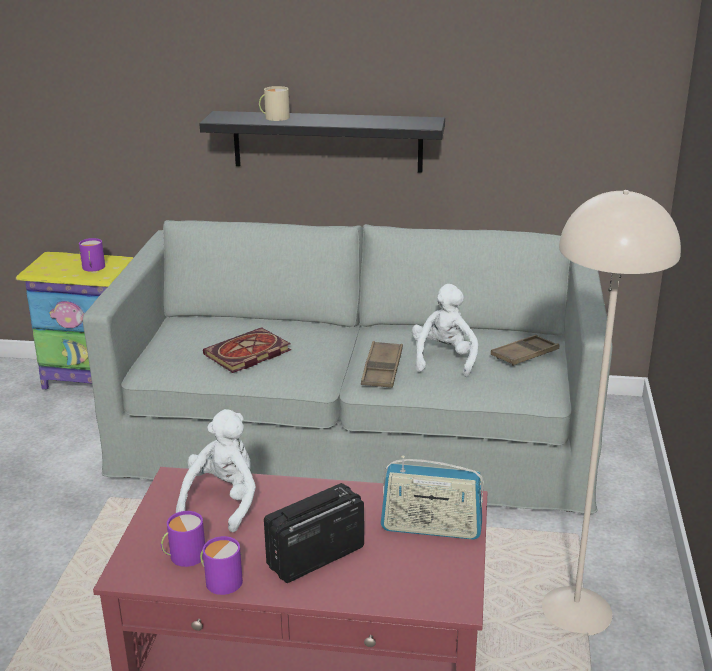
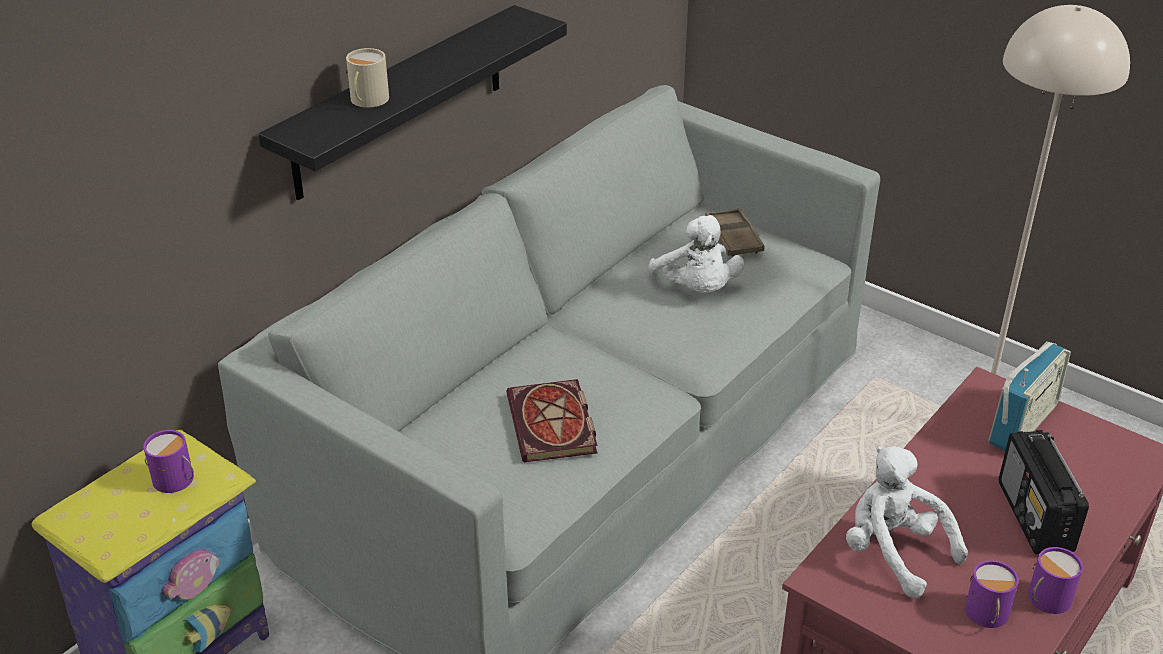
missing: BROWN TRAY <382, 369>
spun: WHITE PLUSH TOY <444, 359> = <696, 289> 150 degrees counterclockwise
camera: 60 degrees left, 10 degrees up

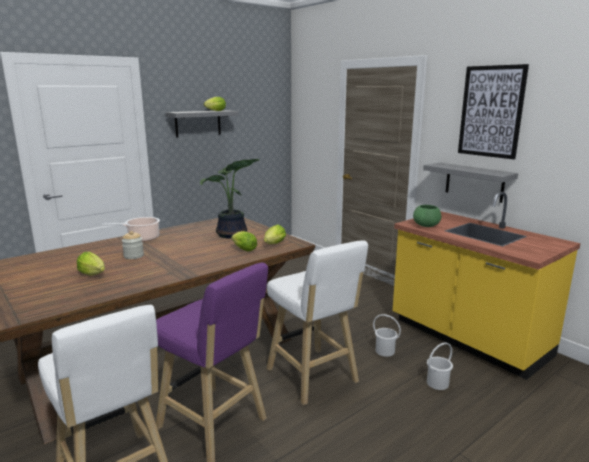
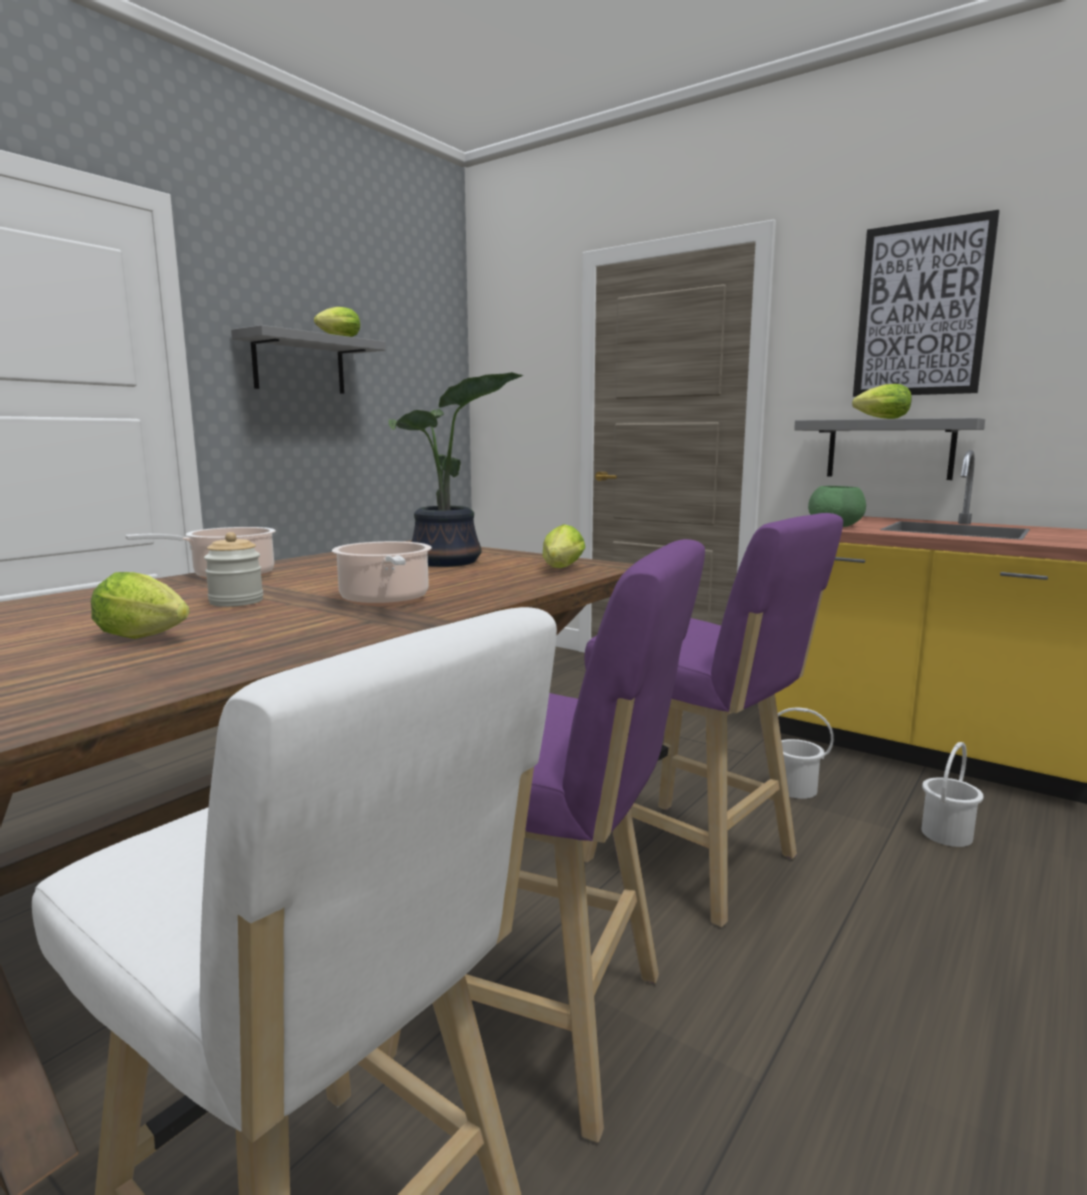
appeared: COOKING POT <385, 600>
relocated: LETTUCE <243, 249> to <879, 419>
colour: WHITE STOOL <314, 378> to PURPLE STOOL <697, 863>
camera: 15 degrees left, 5 degrees down

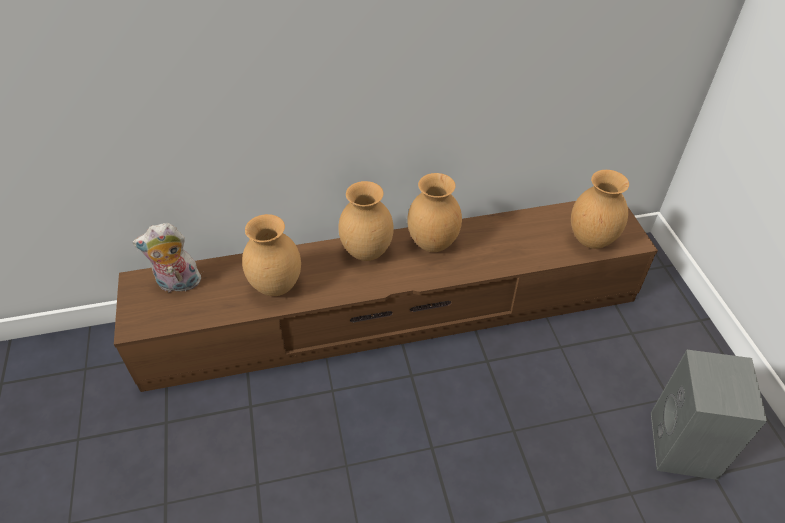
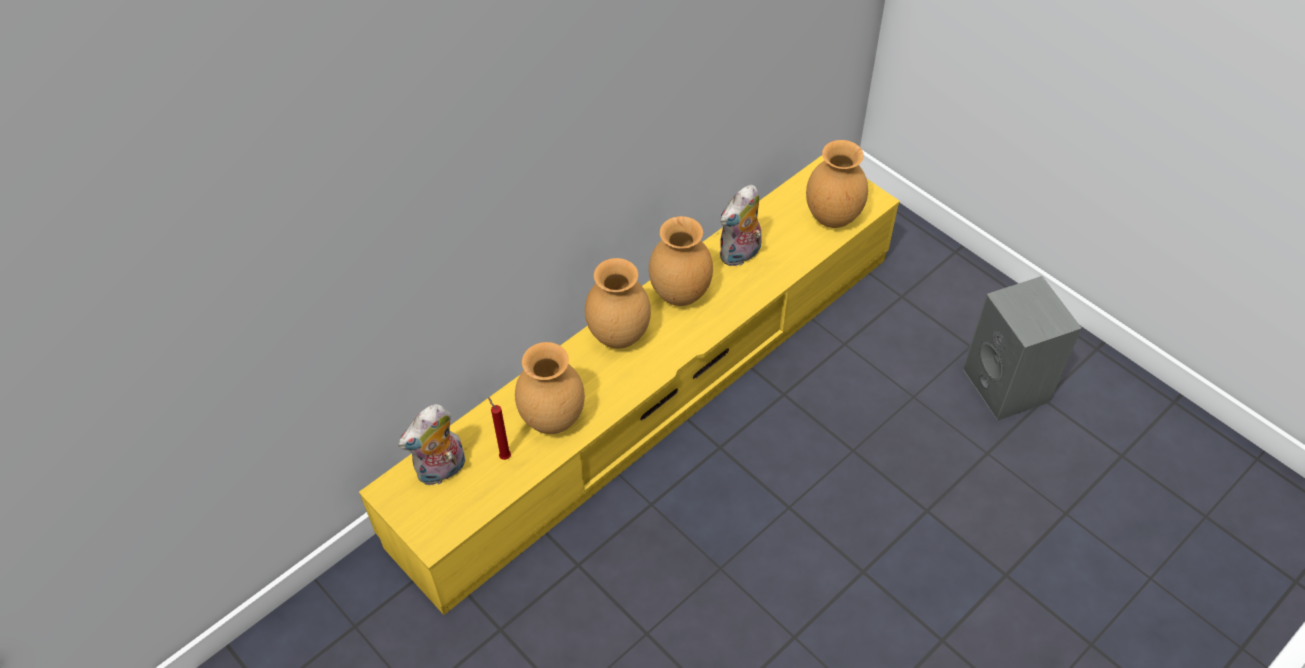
appeared: PLUSH TOY <740, 255>; RED CANDLE <504, 456>
colour: BROWN TV STAND <392, 312> to YELLOW TV STAND <652, 391>
camera: 30 degrees left, 5 degrees up

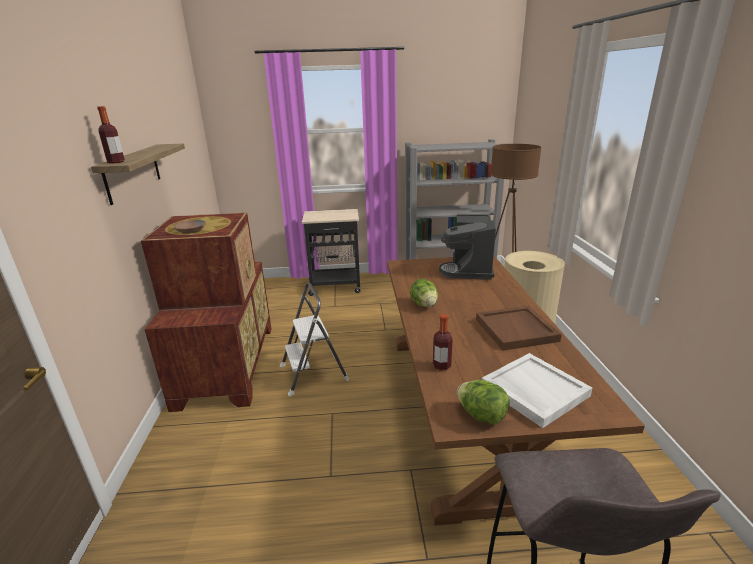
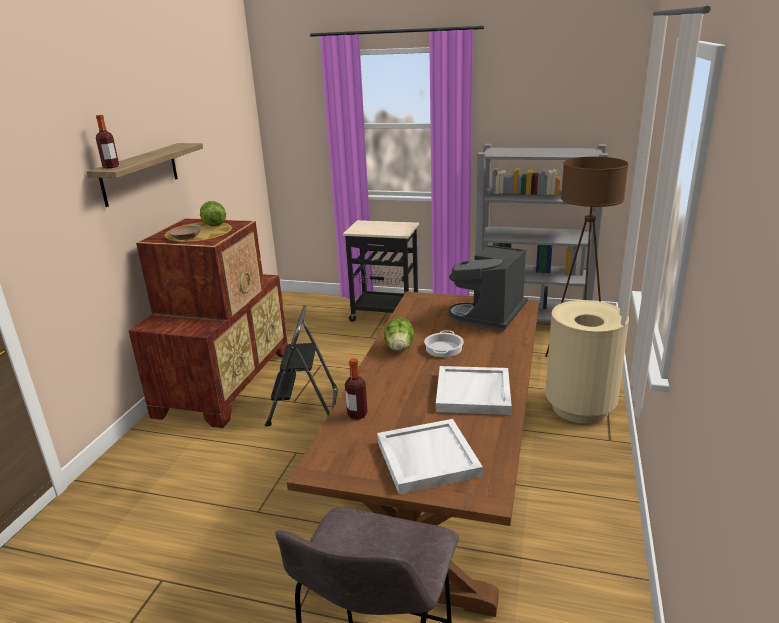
appeared: COOKING POT <444, 349>
relocated: LETTUCE <481, 415> to <214, 225>
colour: WHITE STEP LADDER <316, 372> to BLACK STEP LADDER <306, 407>; BROWN TRAY <517, 330> to WHITE TRAY <474, 393>
camera: 20 degrees right, 0 degrees up

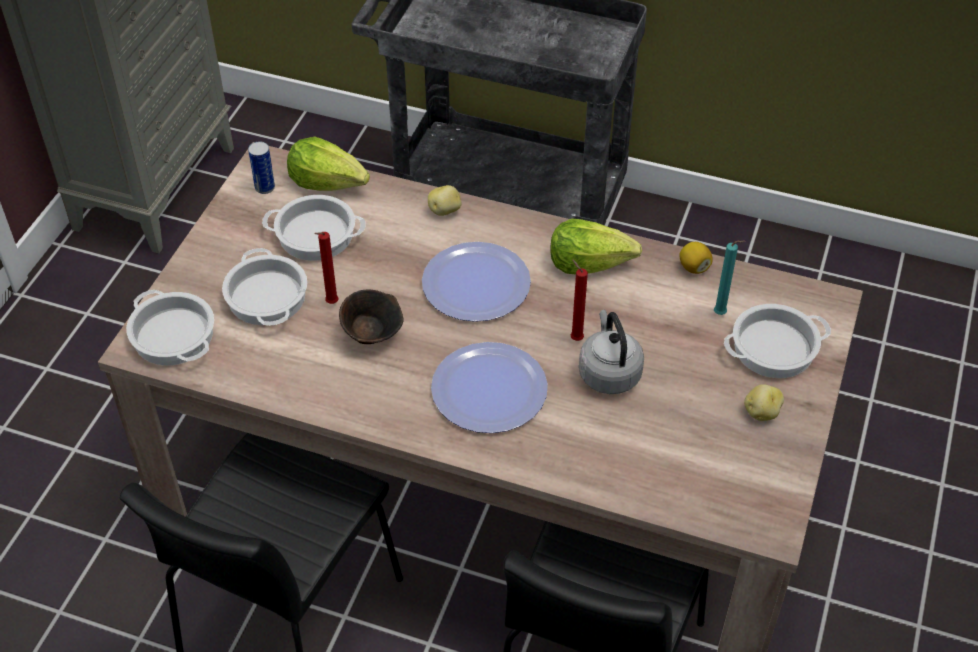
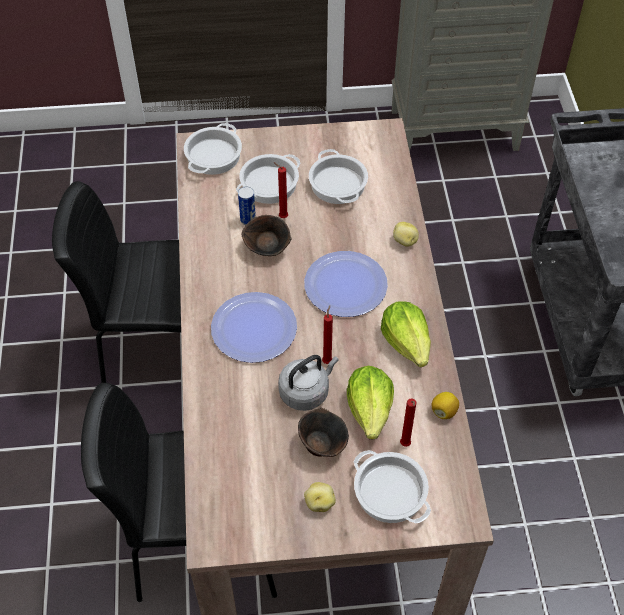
appeared: BROWN BOWL <322, 443>
relocated: LETTUCE <328, 182> to <370, 410>; CAN <265, 187> to <248, 220>
colour: TURQUOISE CANDLE <721, 314> to RED CANDLE <405, 445>
camera: 65 degrees right, 5 degrees up

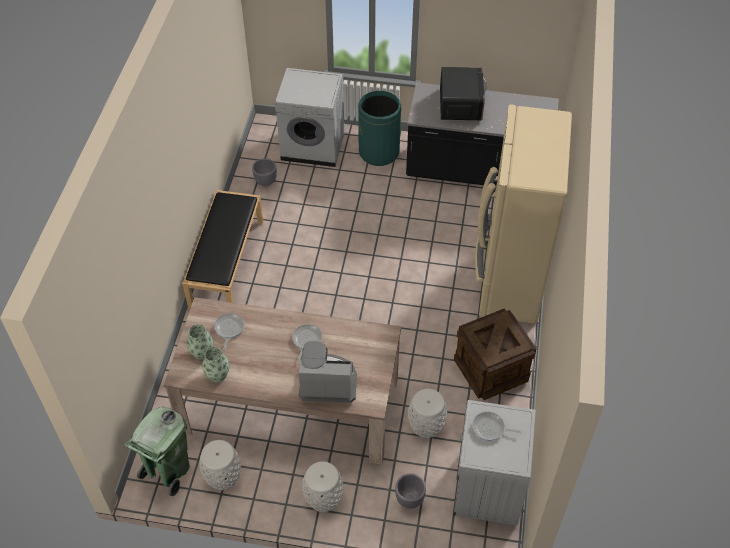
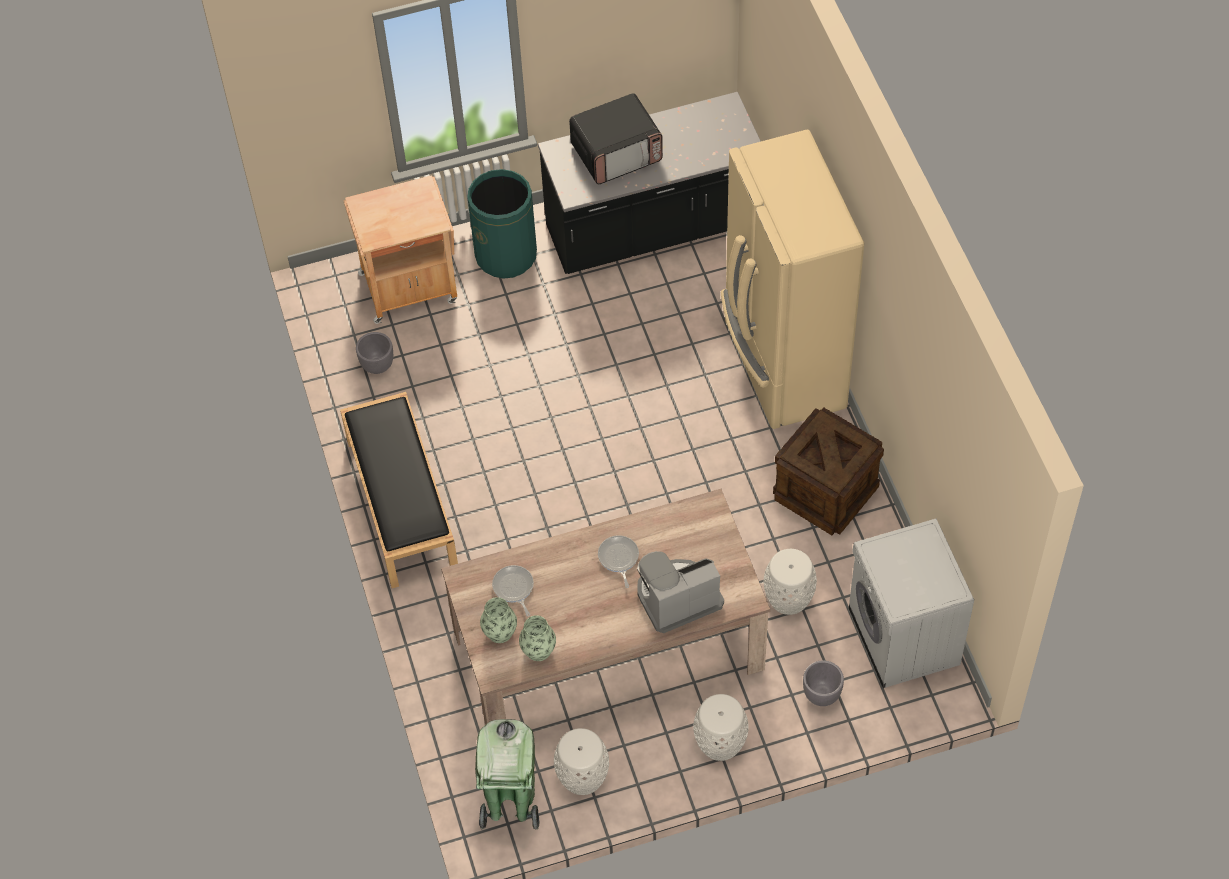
missing: FRYING PAN <490, 428>
exchanged: WHITE WASHING MACHINE <312, 148> to BROWN CART <410, 287>
spun: MICROWAVE <460, 105> = <617, 153> 90 degrees clockwise
camera: 25 degrees left, 5 degrees up

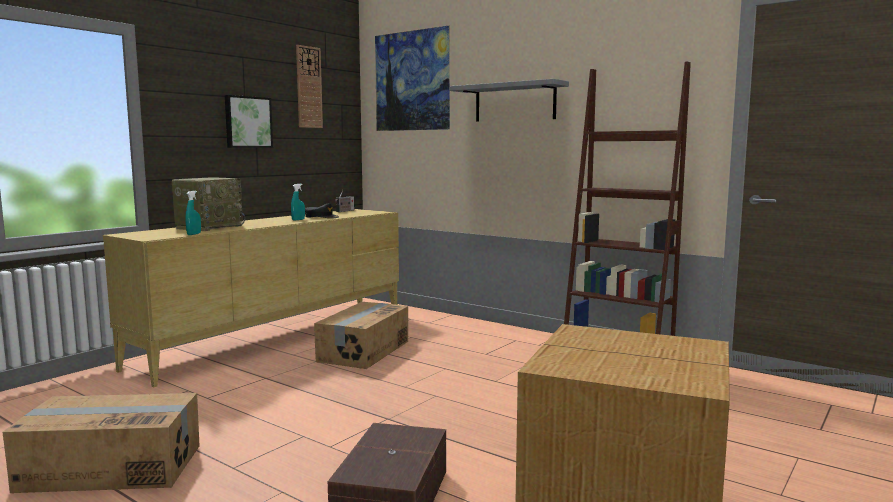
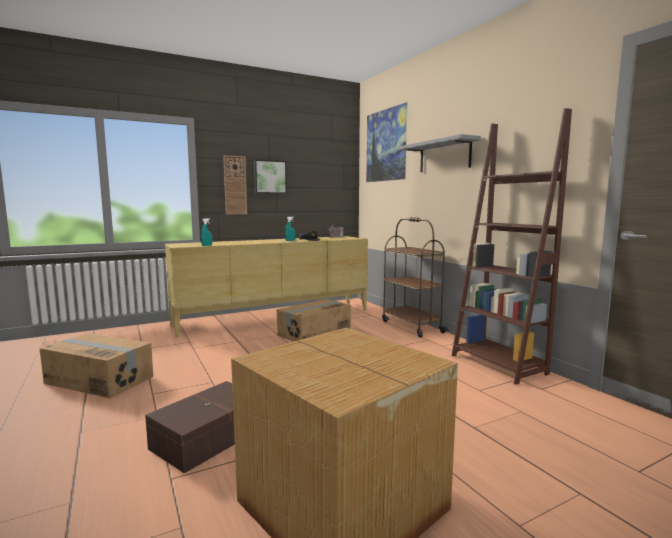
missing: RADIO <209, 227>
appeared: BROWN CART <411, 326>
relocated: WALL CLOCK <308, 87> to <235, 185>
camera: 25 degrees right, 0 degrees up

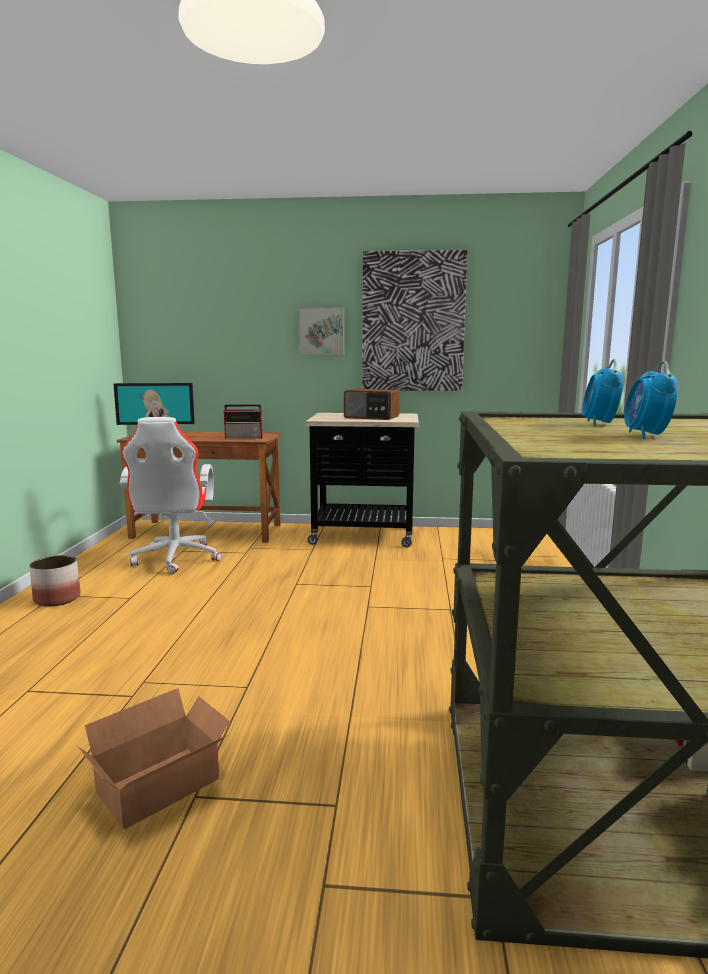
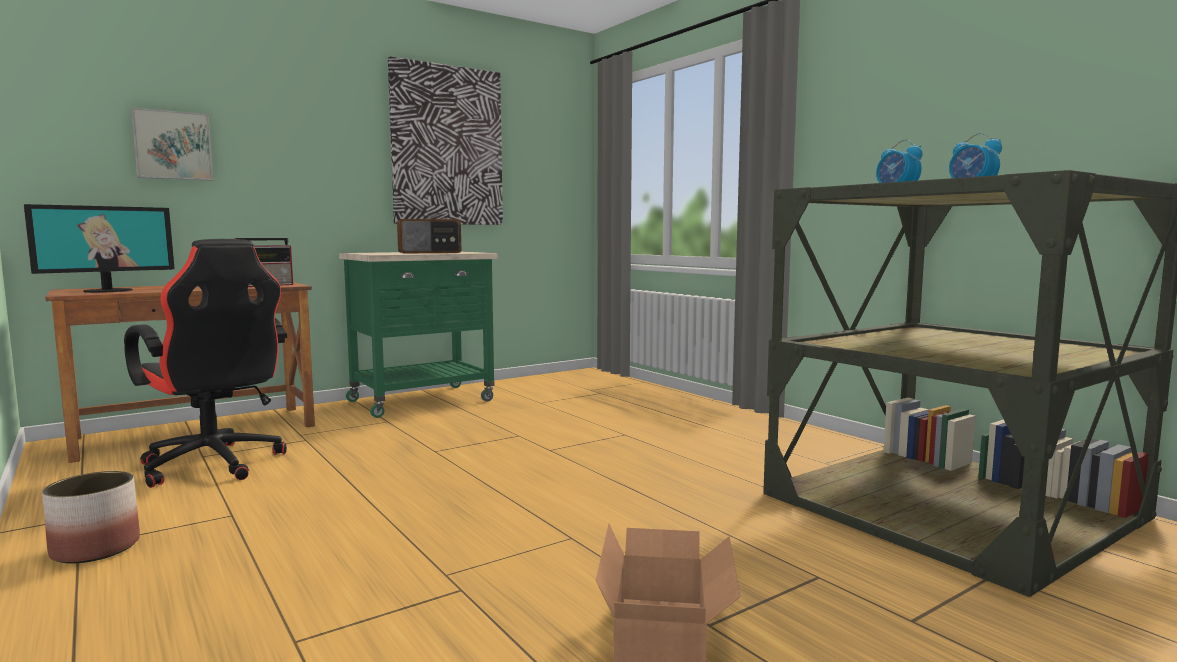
relocated: PICTURE <321, 331> to <172, 145>
colour: BLACK CART <363, 536> to GREEN CART <422, 400>; WHITE OFFICE CHAIR <174, 561> to BLACK OFFICE CHAIR <215, 468>
camera: 40 degrees left, 5 degrees down

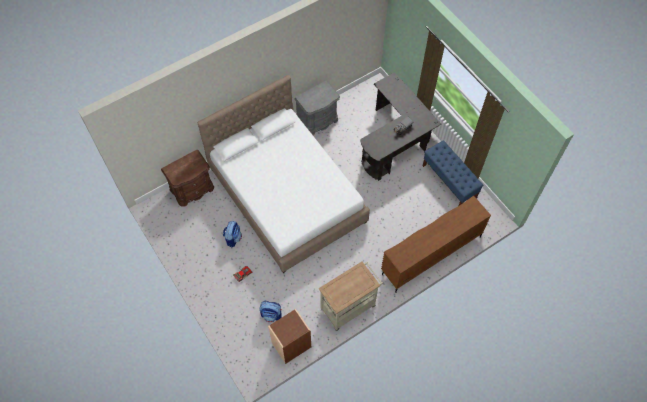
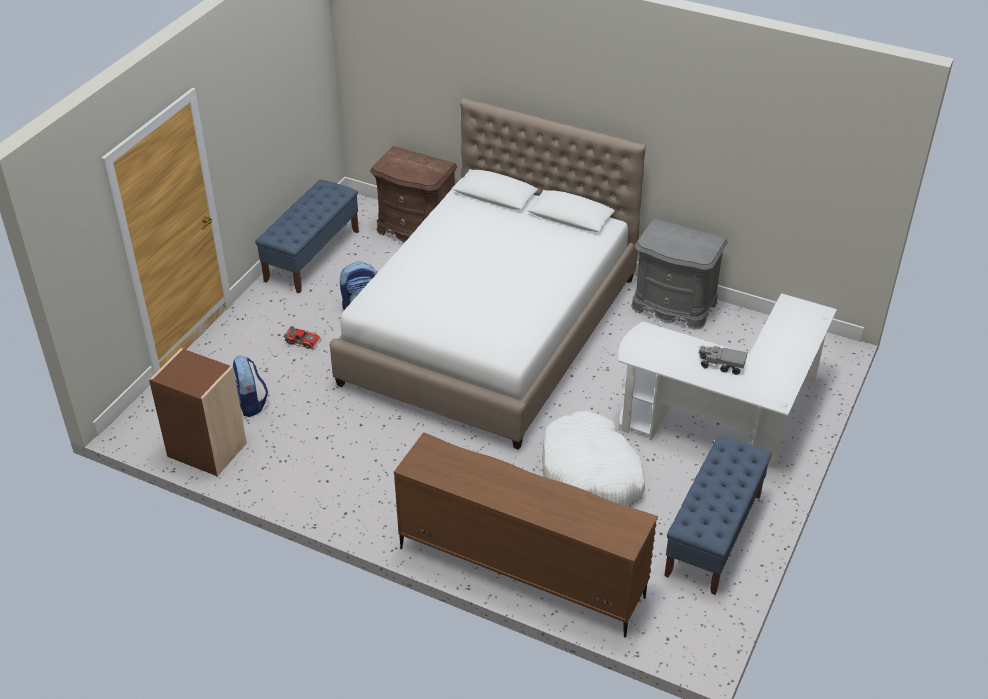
missing: BEIGE CART <349, 307>
appeared: BLUE BENCH <312, 255>; WHITE DOG BED <591, 474>
colour: BLACK DESK <395, 141> to WHITE DESK <729, 421>
camera: 60 degrees right, 20 degrees down

